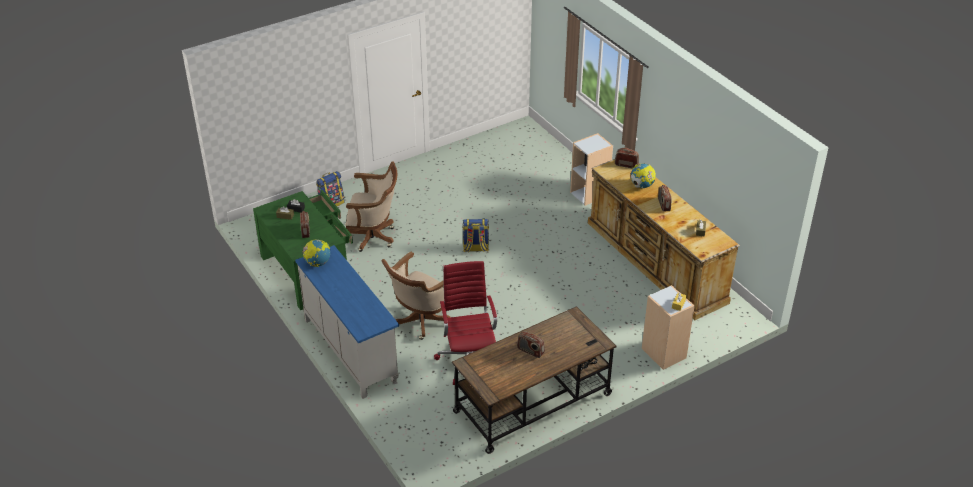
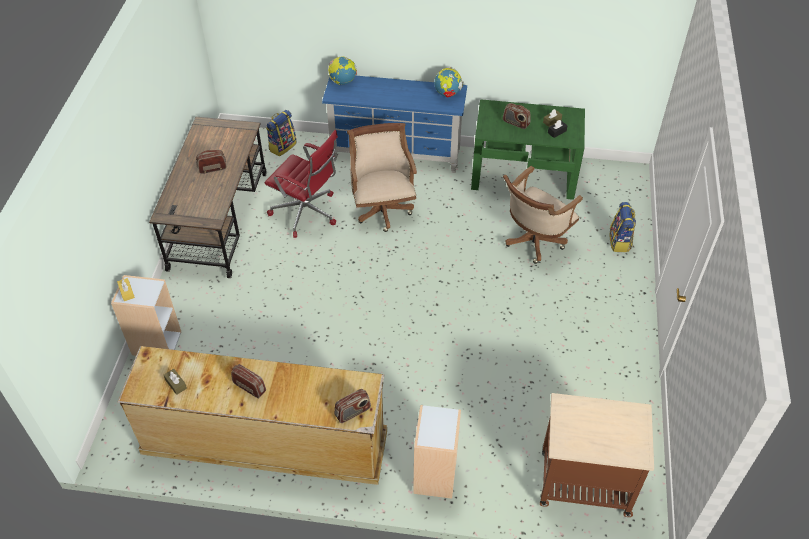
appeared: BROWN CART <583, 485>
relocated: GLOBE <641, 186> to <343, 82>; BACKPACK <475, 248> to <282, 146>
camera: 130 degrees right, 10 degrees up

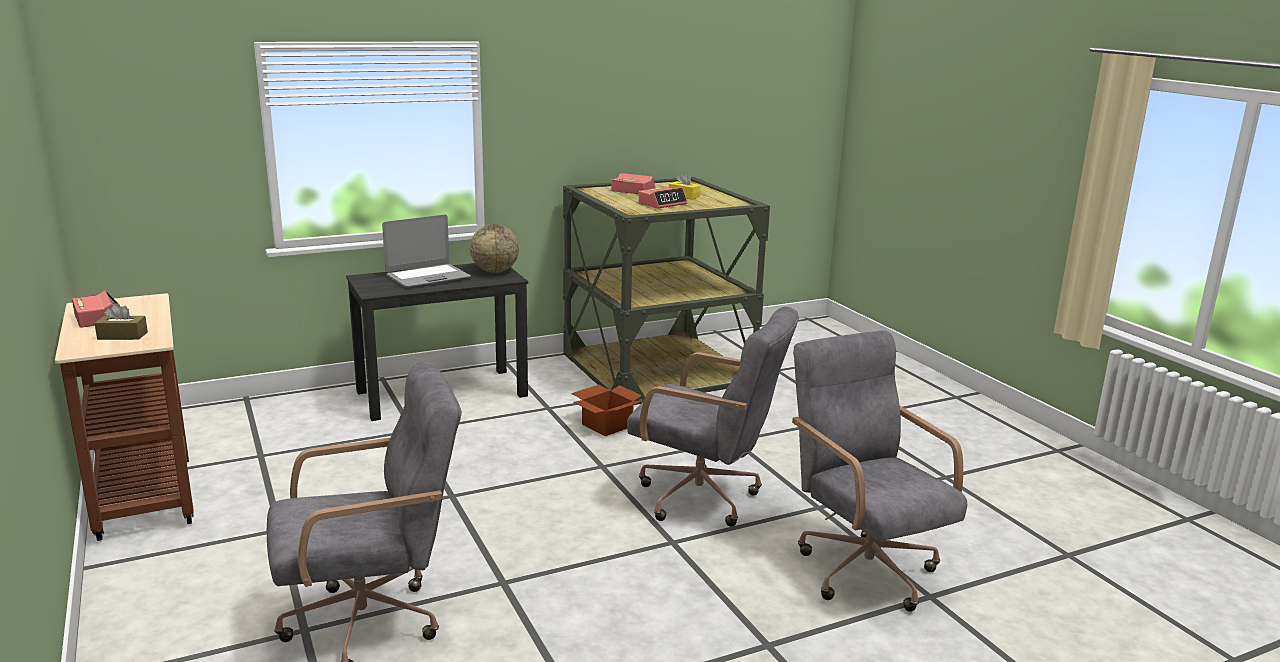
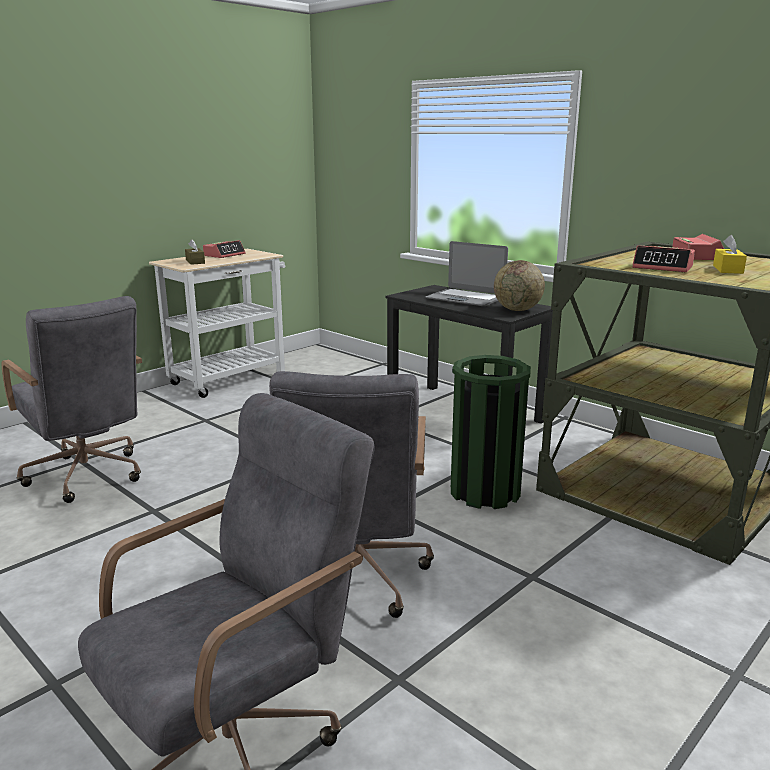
exchanged: CARDBOARD BOX <607, 424> to GREEN TRASH CAN <485, 491>
colour: BROWN CART <144, 497> to WHITE CART <229, 379>
camera: 70 degrees right, 0 degrees up

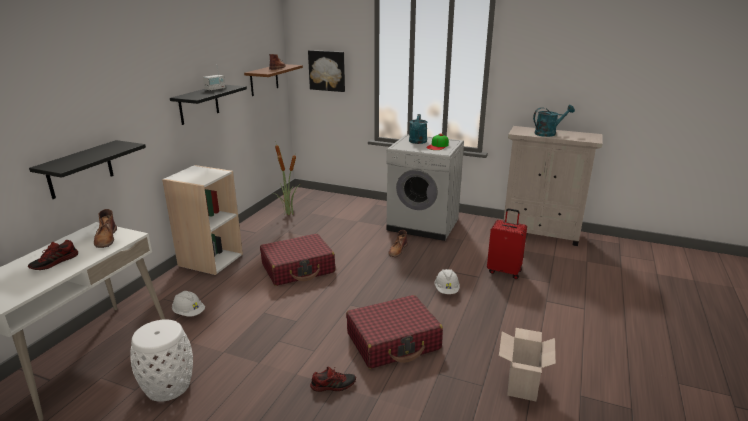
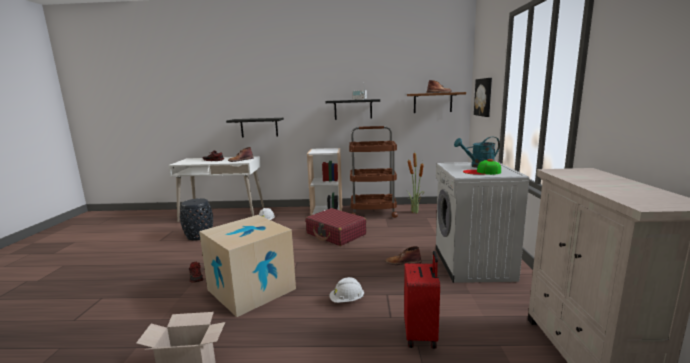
missing: TURQUOISE WATERING CAN <548, 133>
appeared: BROWN CART <373, 212>
exchanged: RED SUITCASE <393, 341> to CARDBOARD BOX <251, 289>
colour: WHITE STOOL <168, 386> to BLACK STOOL <199, 236>
camera: 70 degrees right, 10 degrees down

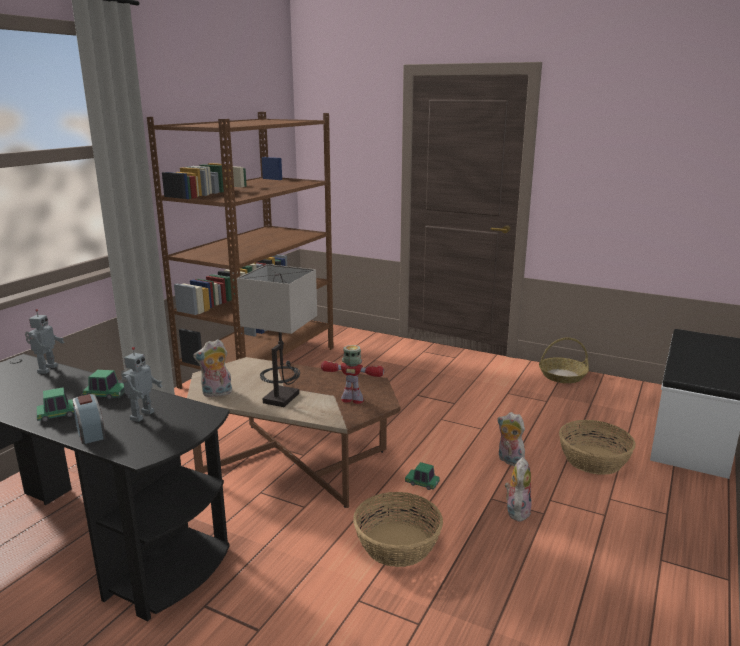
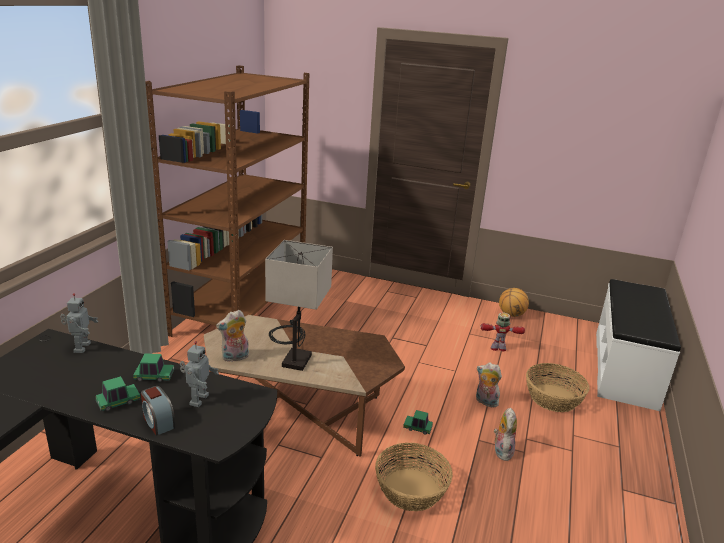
relocated: TOY ROBOT <353, 400> to <498, 348>
exchanged: BASKET <562, 376> to BASKETBALL <511, 315>
camera: 10 degrees left, 5 degrees up

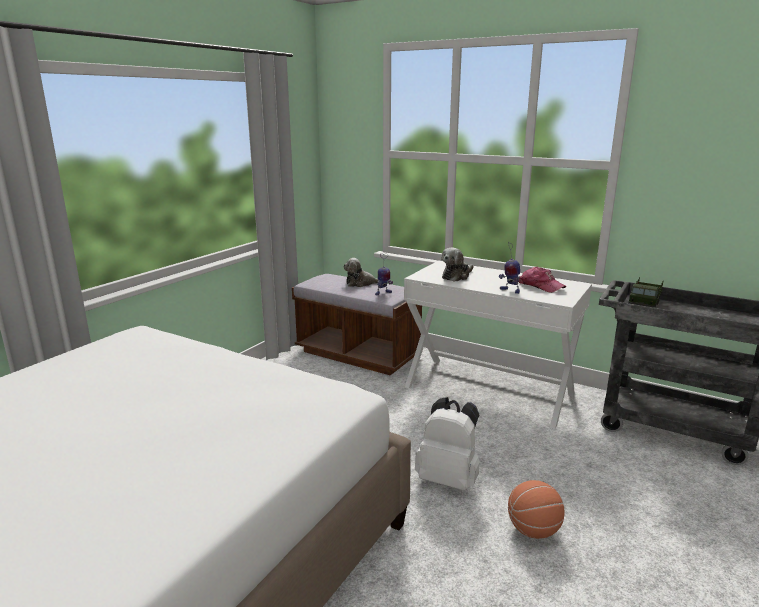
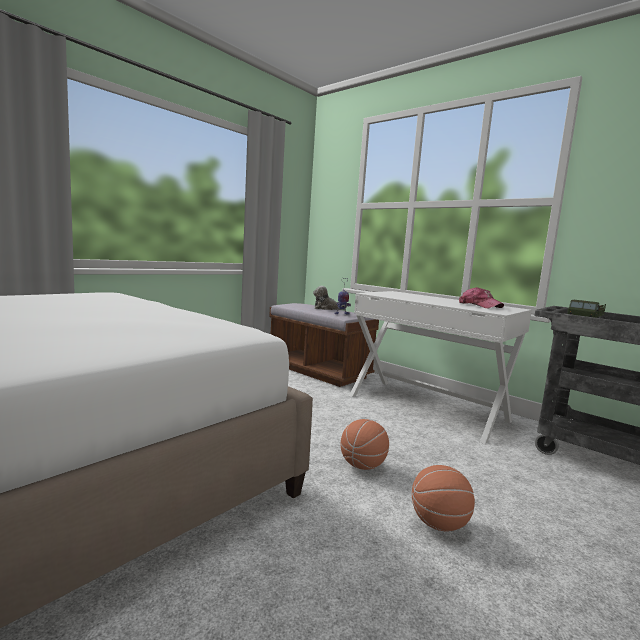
missing: TOY ROBOT <509, 290>; PLUSH TOY <456, 276>
exchanged: WHITE BACKPACK <448, 479> to BASKETBALL <362, 465>
camera: 10 degrees right, 10 degrees down

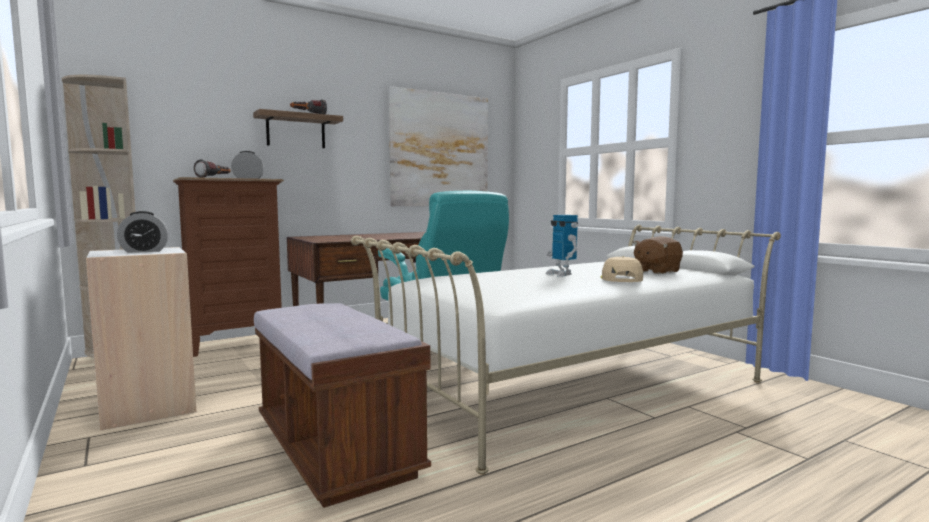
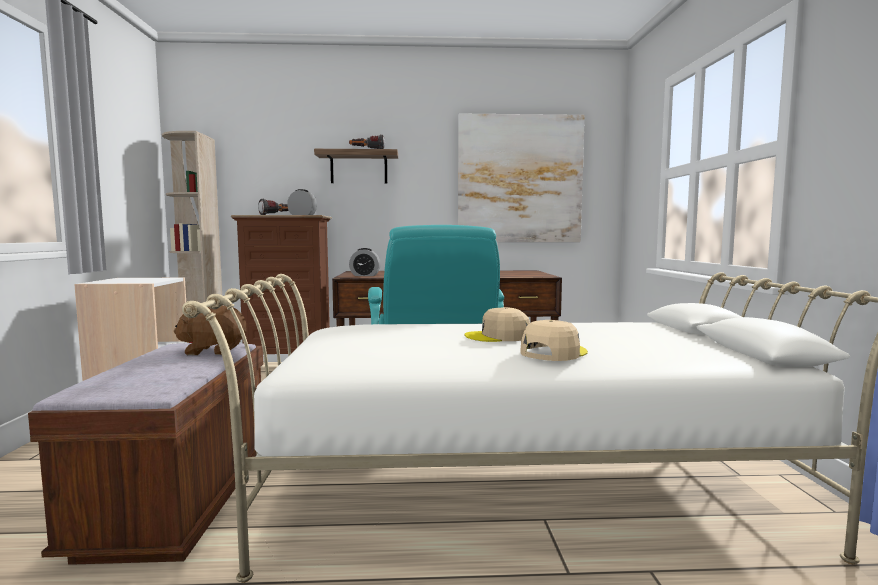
relocated: ALARM CLOCK <144, 251> to <365, 275>; BROWN PLUSH TOY <656, 271> to <213, 351>
exchanged: TOY ROBOT <561, 274> to BEIGE CAP <498, 336>
camera: 30 degrees right, 0 degrees up

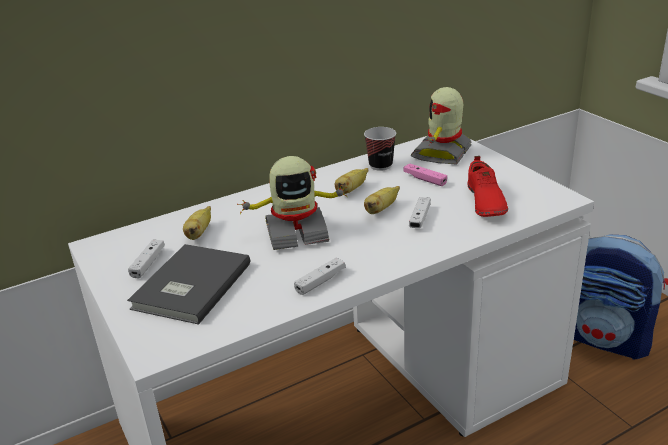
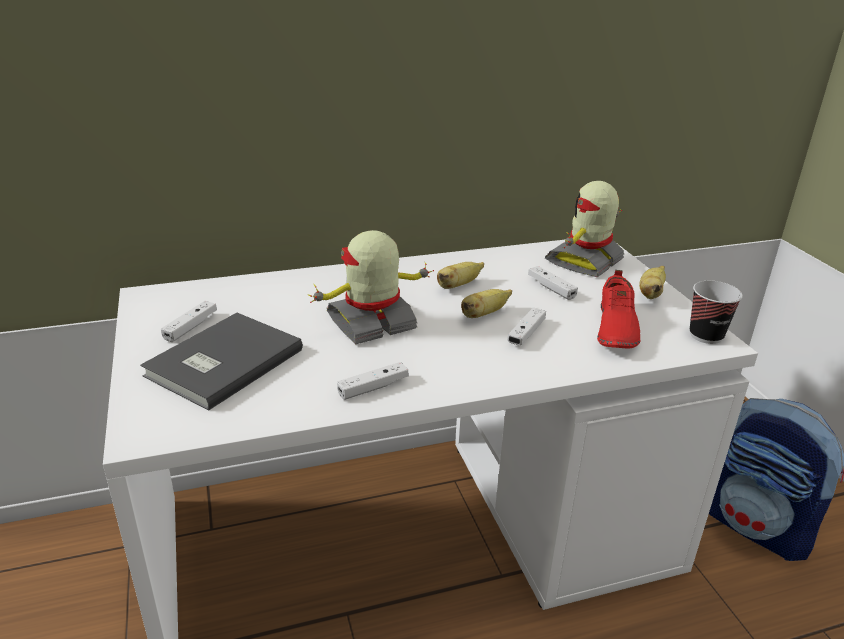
relocated: CUP <380, 165> to <706, 335>; BANANA <199, 233> to <651, 293>
colour: PINK GAME CONTROLLER <424, 179> to WHITE GAME CONTROLLER <551, 288>
spun: TOY ROBOT <296, 233> = <372, 323> 150 degrees clockwise
camera: 10 degrees right, 0 degrees up

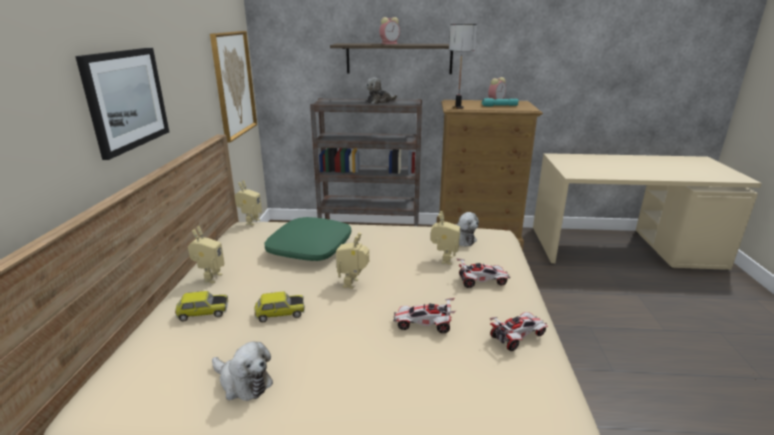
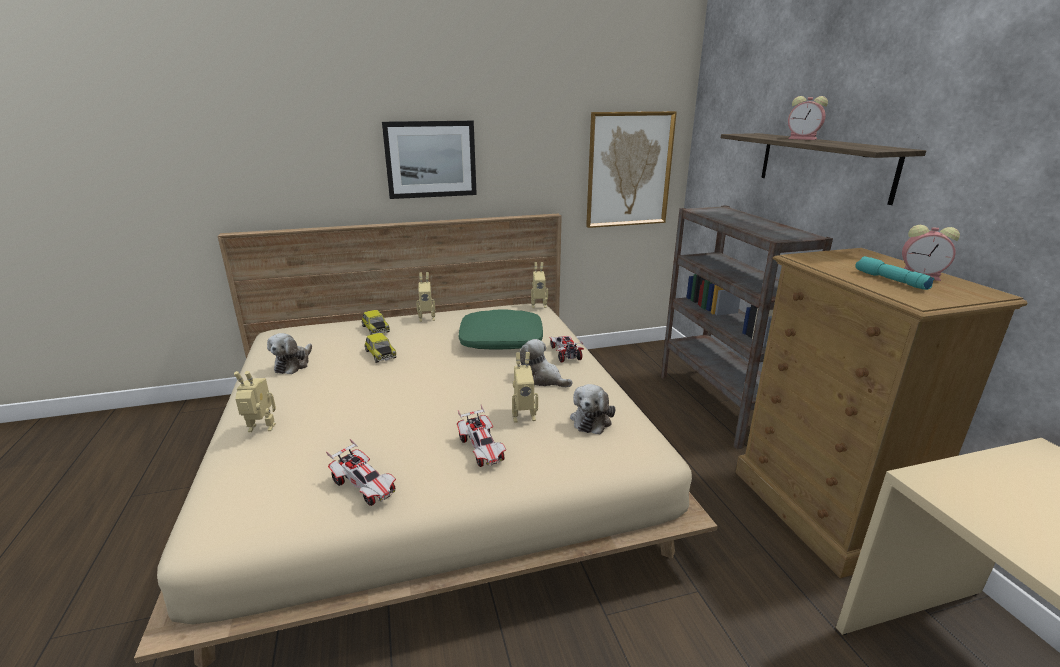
missing: TABLE LAMP <458, 107>
relocated: PLUSH TOY <380, 102> to <542, 379>; TOY ROBOT <353, 283> to <260, 430>; TOY CAR <424, 325> to <564, 354>
camera: 70 degrees right, 0 degrees up

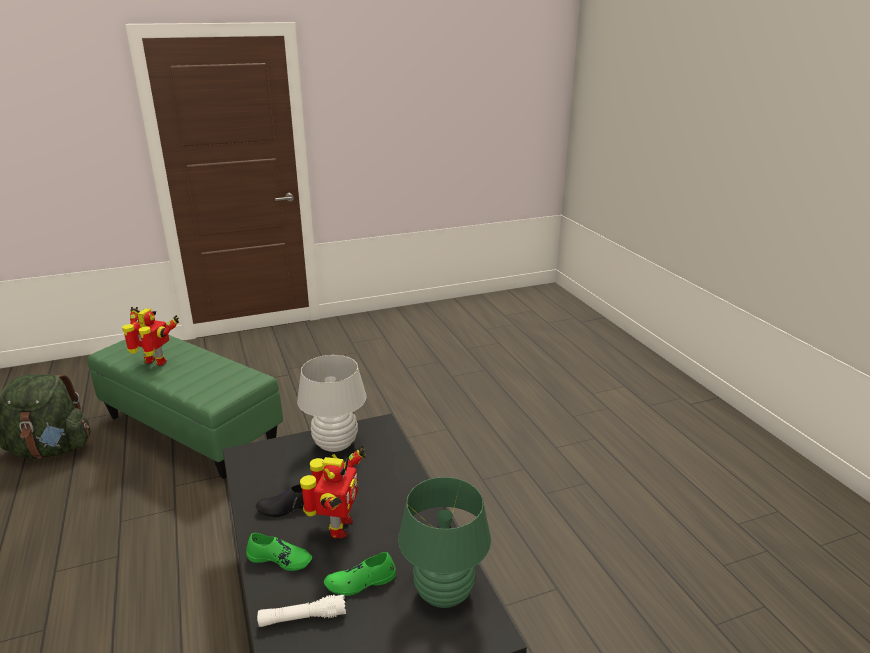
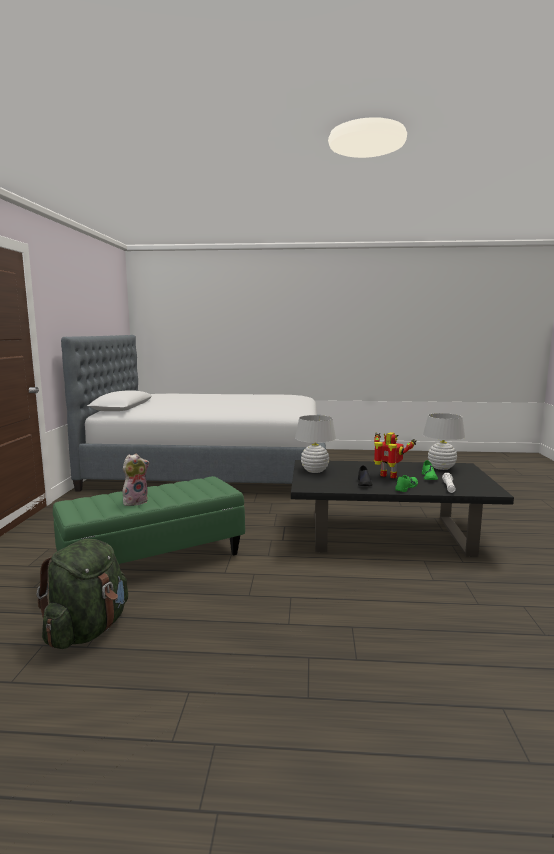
appeared: BED <214, 469>
exchanged: TOY ROBOT <155, 363> to PLUSH TOY <135, 501>
colour: GREEN TABLE LAMP <443, 593> to WHITE TABLE LAMP <441, 468>
camera: 65 degrees left, 15 degrees down

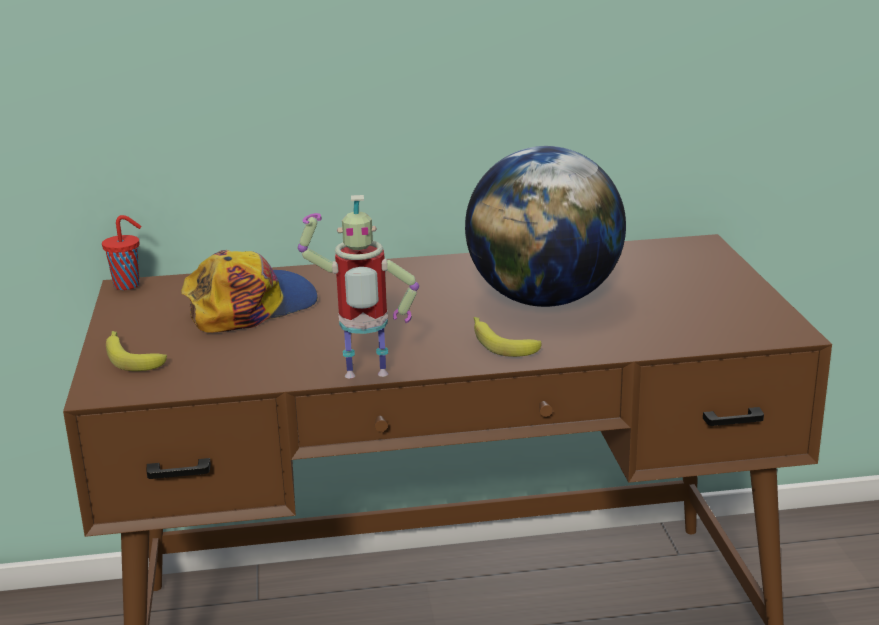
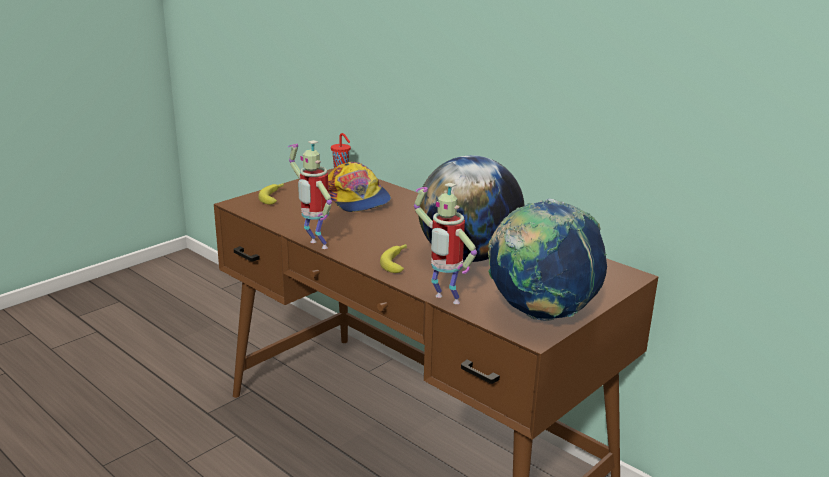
appeared: TOY ROBOT <444, 300>; GLOBE <541, 314>
spun: CAP <250, 306> = <356, 199> 45 degrees clockwise
camera: 50 degrees right, 0 degrees up

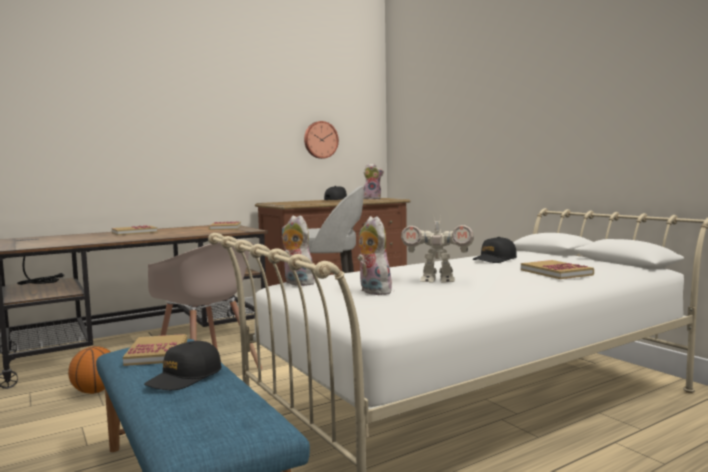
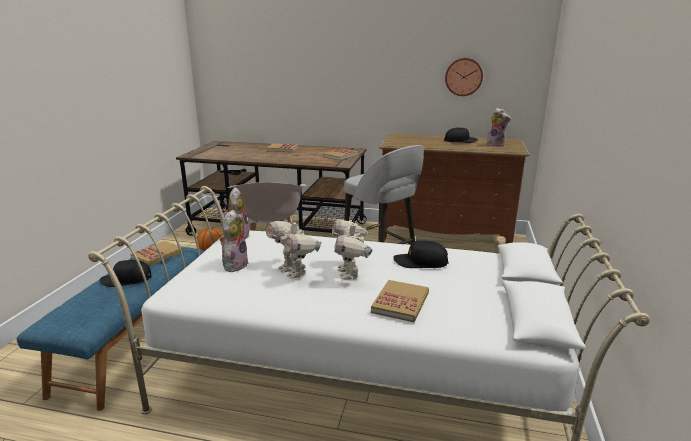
appeared: TOY ROBOT <350, 273>
camera: 45 degrees right, 15 degrees up

